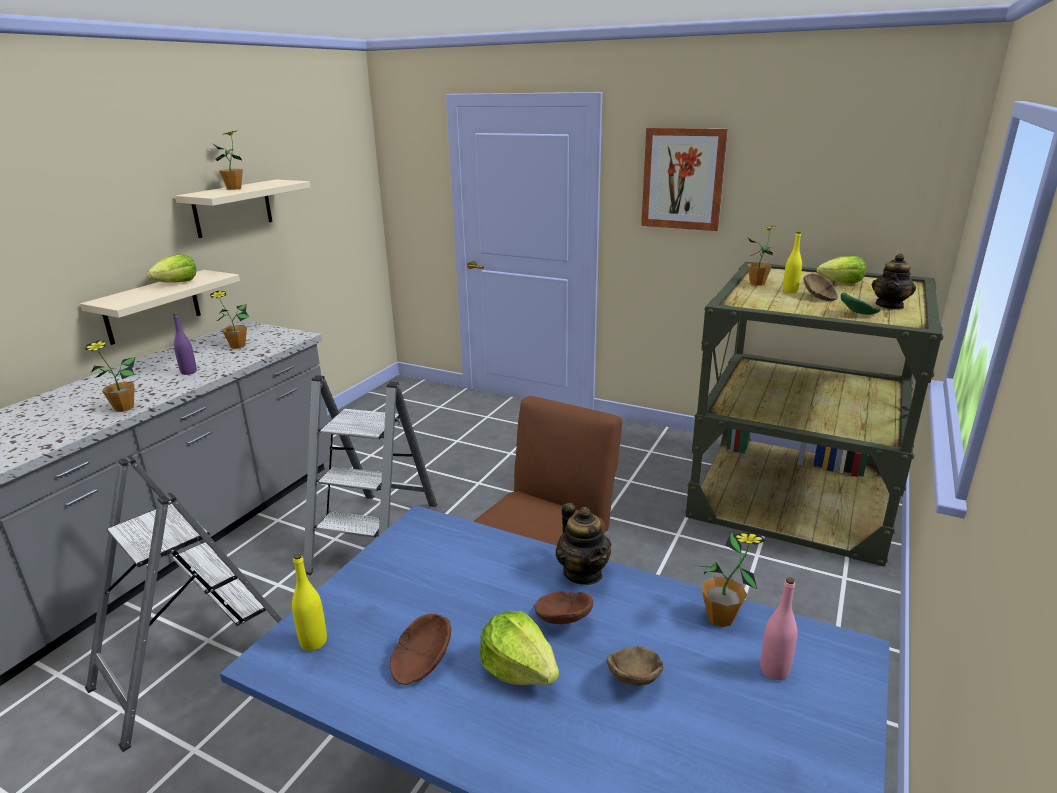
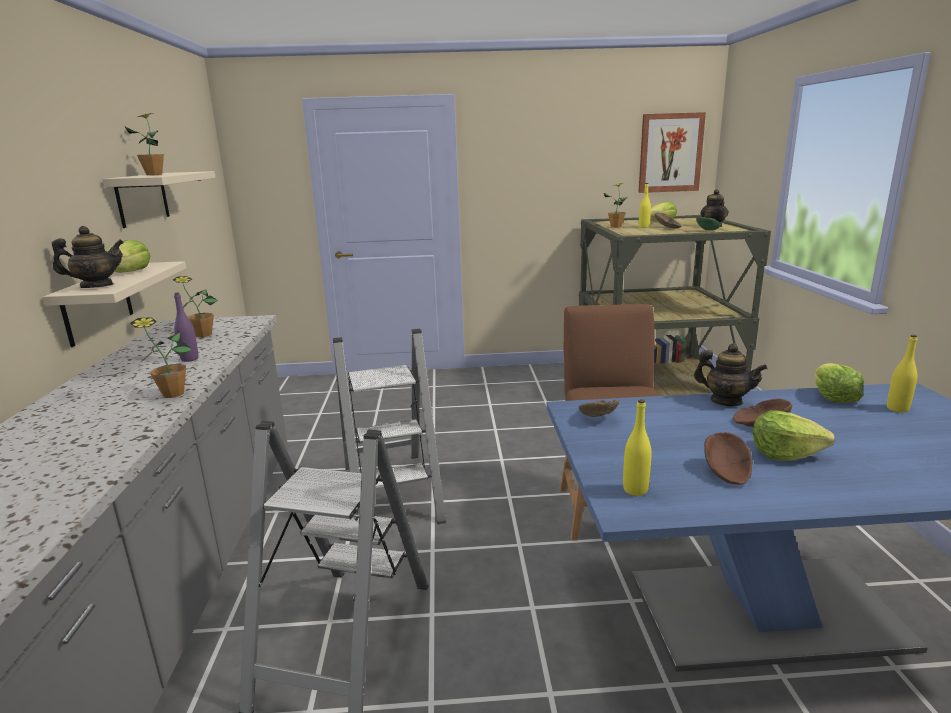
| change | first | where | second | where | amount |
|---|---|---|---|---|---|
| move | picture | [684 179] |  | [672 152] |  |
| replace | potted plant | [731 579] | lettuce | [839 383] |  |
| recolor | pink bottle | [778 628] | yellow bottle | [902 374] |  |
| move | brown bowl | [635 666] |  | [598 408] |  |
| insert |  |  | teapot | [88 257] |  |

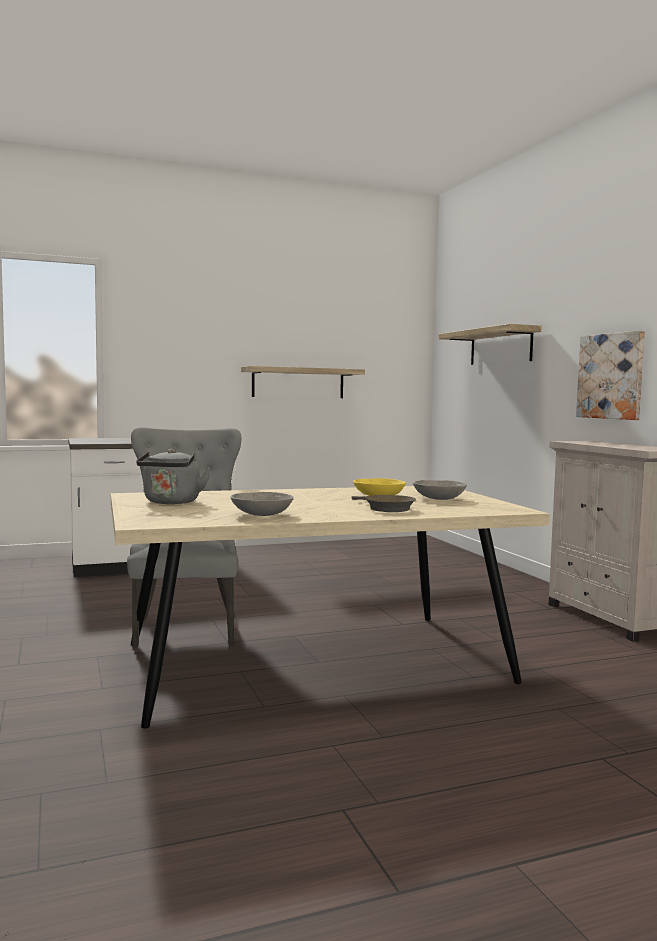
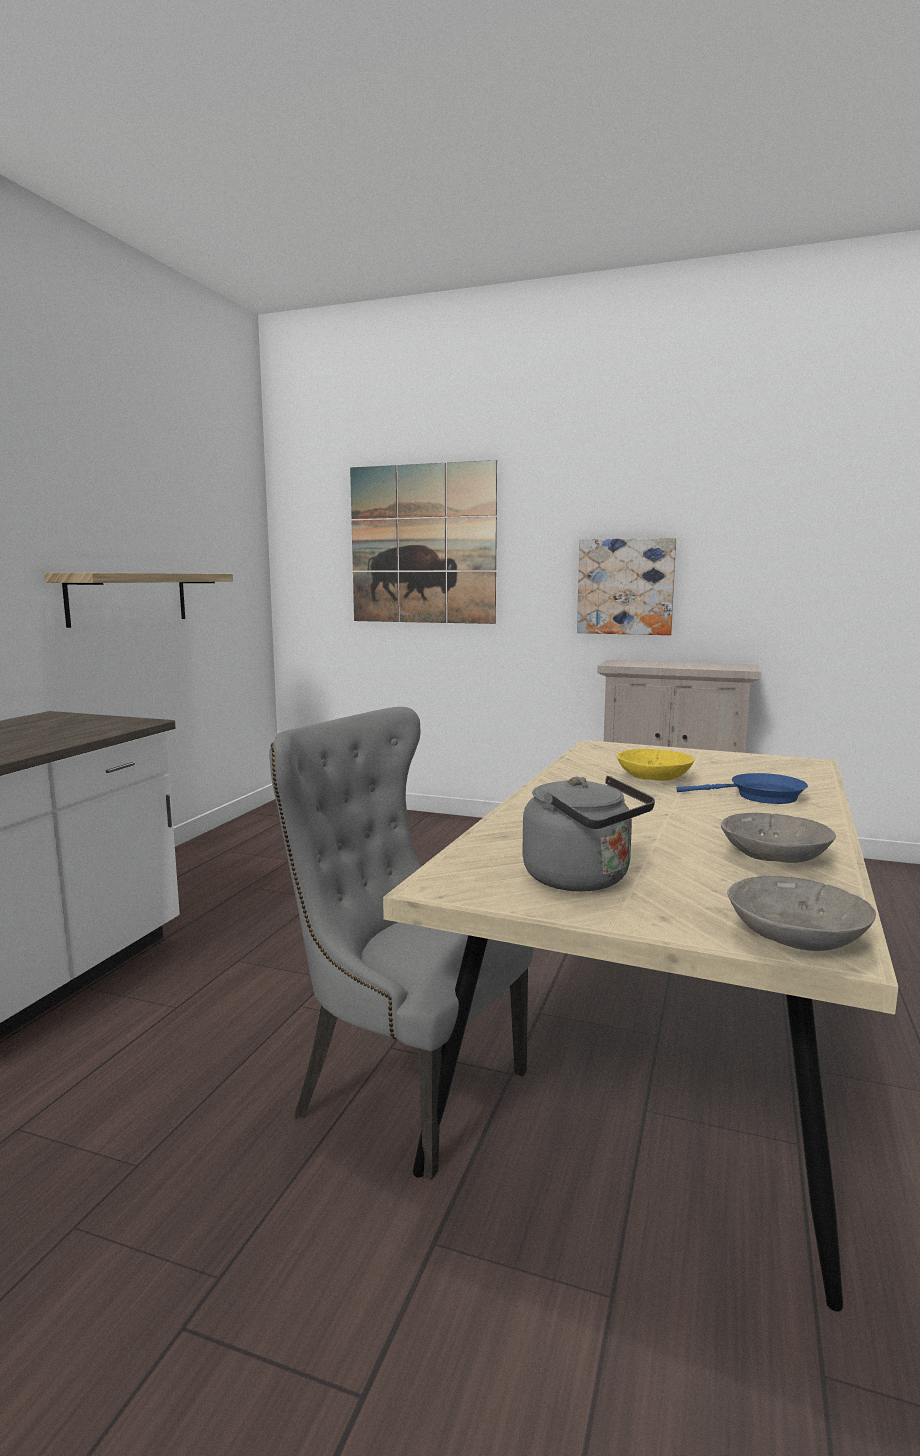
| change | first | where | second | where | amount |
|---|---|---|---|---|---|
| replace | shelf | [490 344] | picture | [423 542] |  |
| move | grey bowl | [440 490] |  | [801 913] |  |
| recolor | brown frying pan | [383 503] | blue frying pan | [742 788] |  |

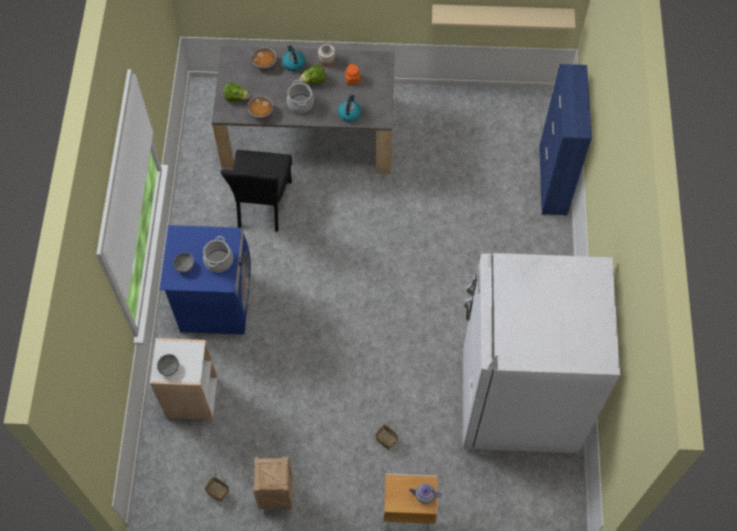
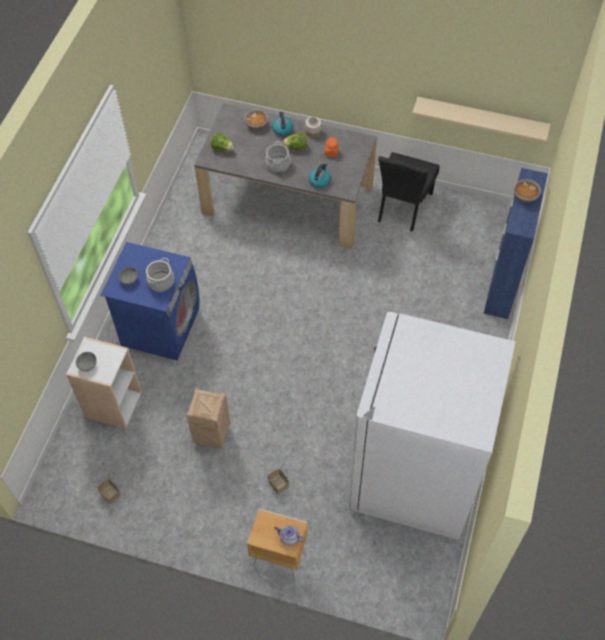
| change | first | where | second | where | amount |
|---|---|---|---|---|---|
| move | bowl | [260 107] |  | [527 191] |  |
| move | black chair | [256 191] |  | [409 192] |  |
| move | crate | [273 483] |  | [208 418] |  |

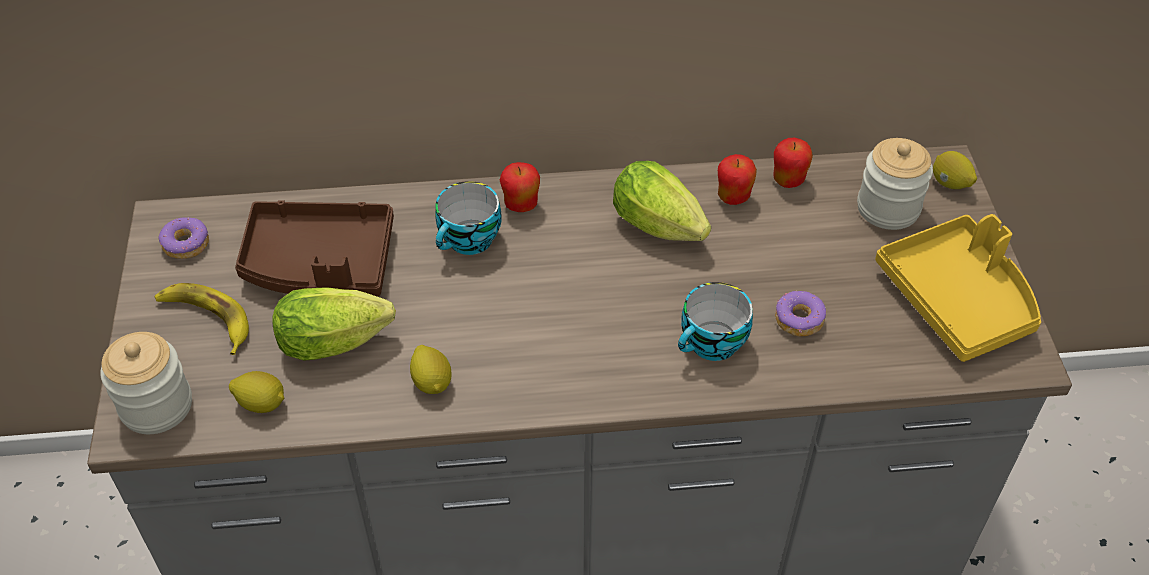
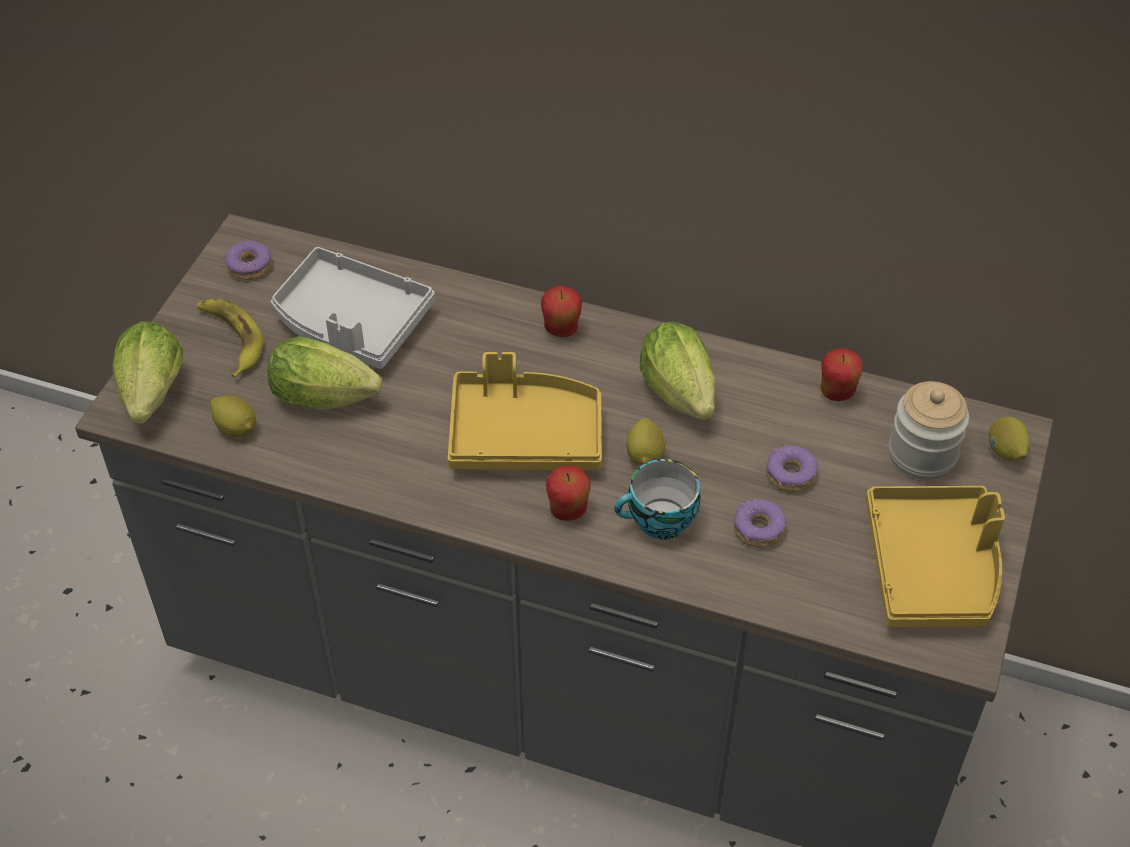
| change | first | where | second | where | amount |
|---|---|---|---|---|---|
| move | apple | [737 179] |  | [568 493] |  |
| delete | cup | [468 218] |  |  |  |
| recolor | brown tray | [314 248] | grey tray | [353 308] |  |
| replace | jar | [146 383] | lettuce | [148 372] |  |
| move | lemon | [431 369] |  | [646 442] |  |
| insert |  |  | yellow tray | [525 411] |  |
| insert |  |  | donut | [792 468] |  |

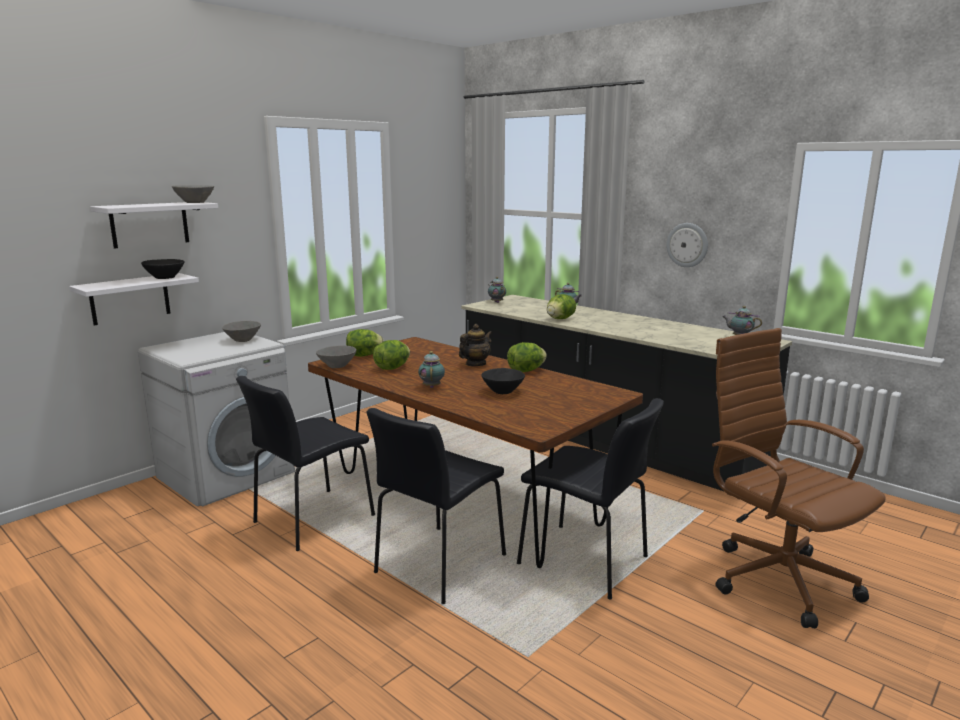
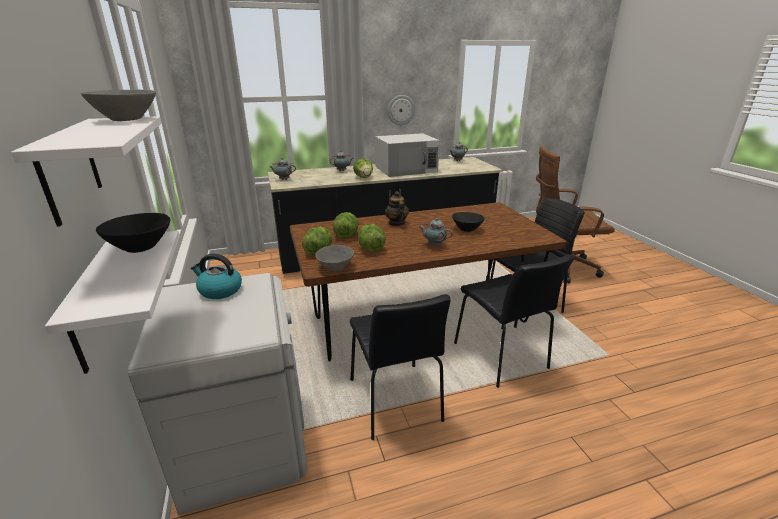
| change | first | where | second | where | amount |
|---|---|---|---|---|---|
| replace | grey bowl | [241 331] | kettle | [216 276] |  |
| move | lettuce | [527 357] |  | [345 225] |  |
| insert |  |  | white microwave | [407 155] |  |

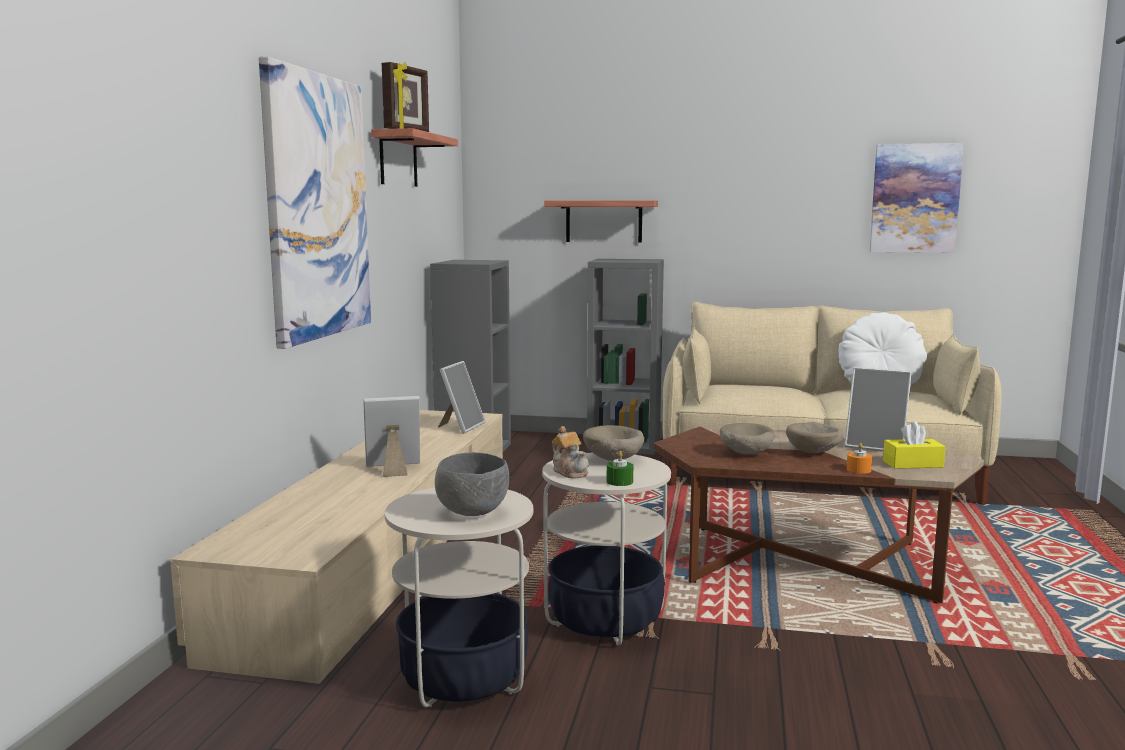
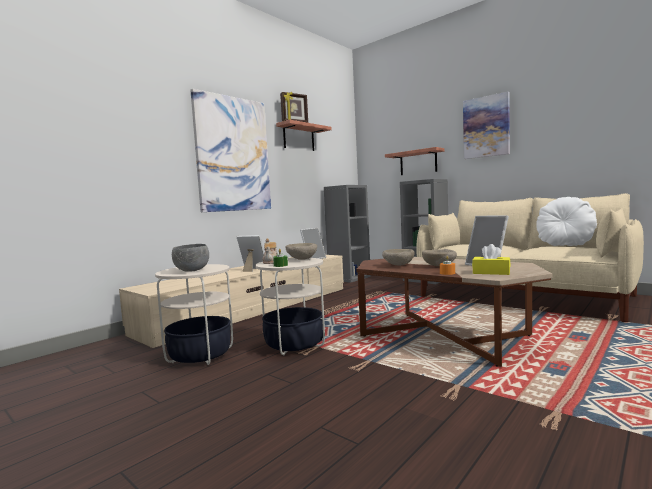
| change | first | where | second | where | amount |
|---|---|---|---|---|---|
| move | picture | [917 198] |  | [486 125] |  |

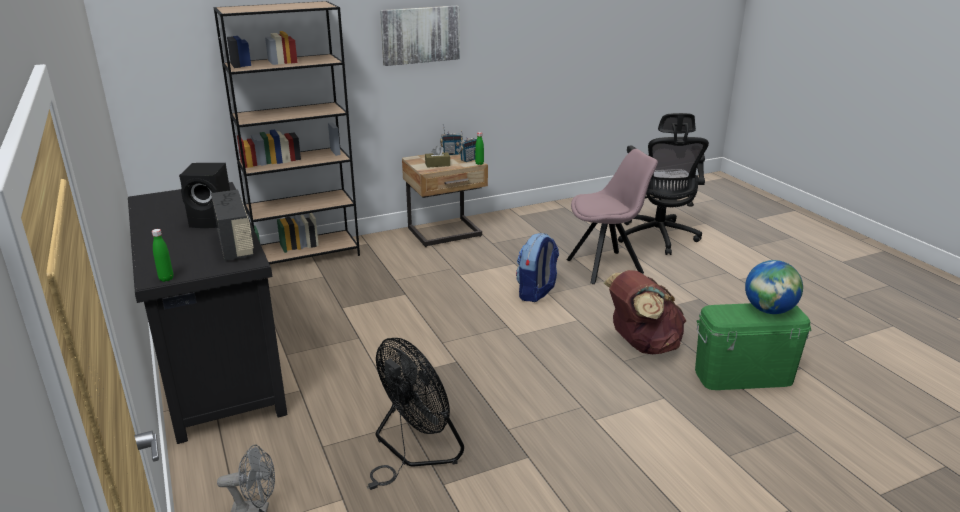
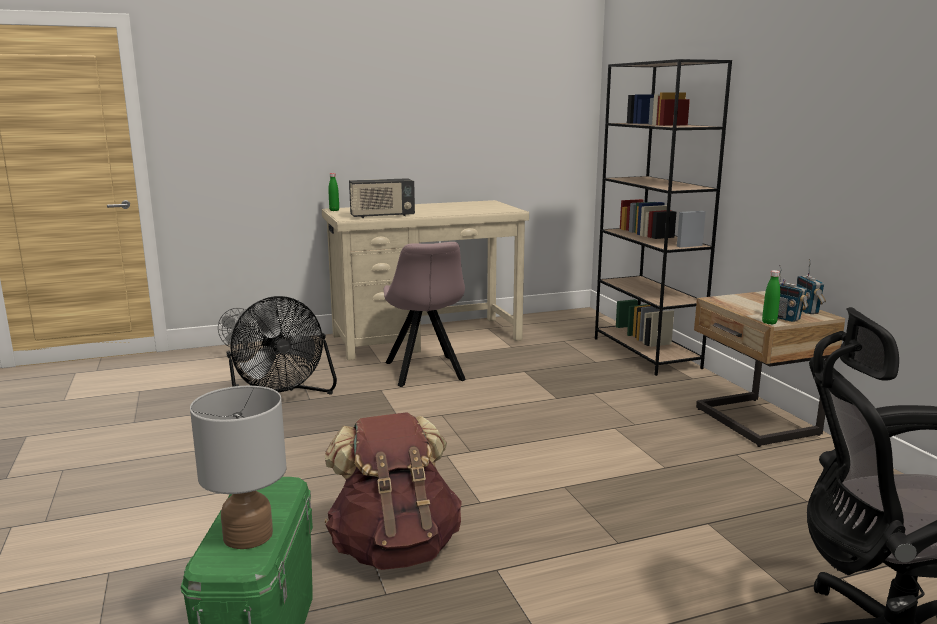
| change | first | where | second | where | amount |
|---|---|---|---|---|---|
| delete | picture | [420 36] |  |  |  |
| delete | brown tissue box | [437 157] |  |  |  |
| move | pink chair | [612 216] |  | [424 314] |  |
| delete | black speaker | [204 195] |  |  |  |
| recolor | black desk | [207 313] | beige desk | [425 280] |  |
| delete | backpack | [537 267] |  |  |  |
| replace | globe | [774 287] | grey table lamp | [238 467] |  |

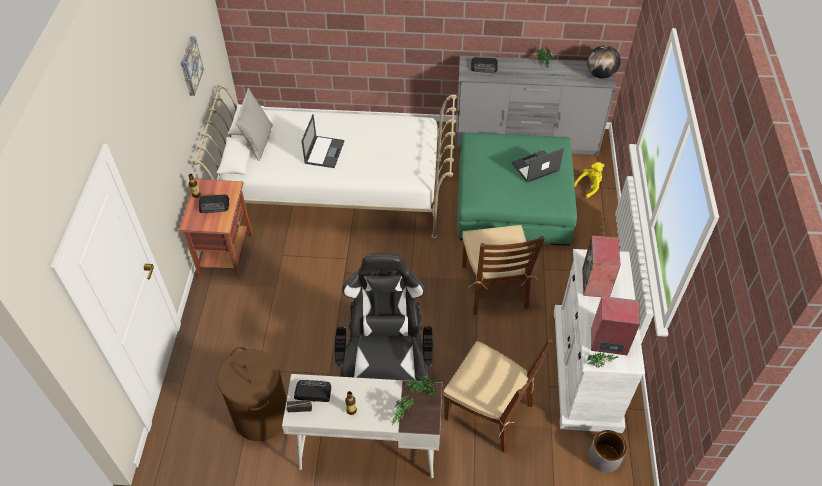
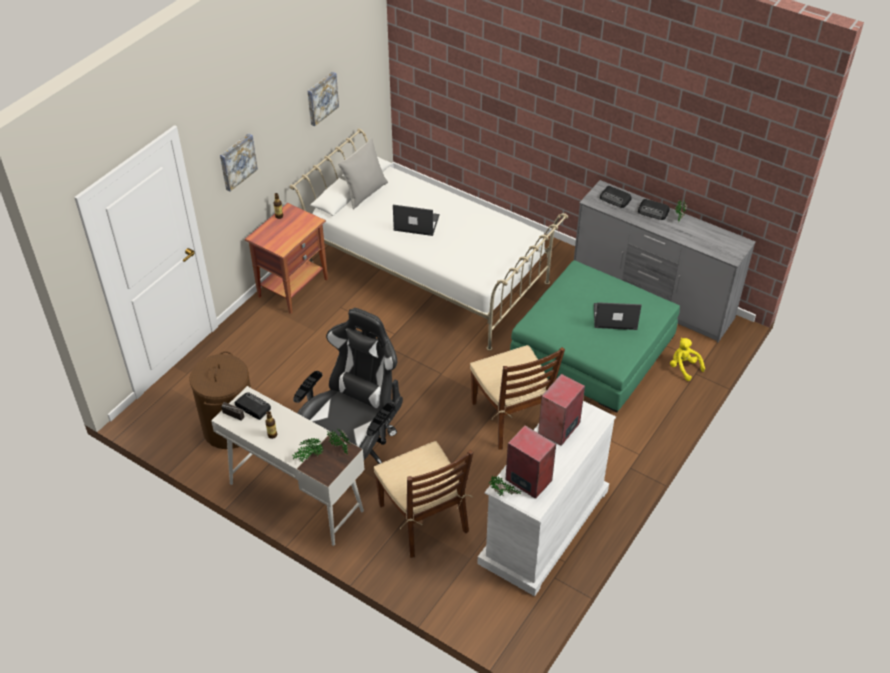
| change | first | where | second | where | amount |
|---|---|---|---|---|---|
| delete | globe | [604 62] |  |  |  |
| rotate | laptop | [323 141] |  | [416 220] | 120 degrees counterclockwise |
| rotate | yellow plush toy | [589 180] |  | [687 359] | 120 degrees counterclockwise |
| move | radio | [214 204] |  | [654 209] |  |
| rotate | brown chair | [503 270] |  | [517 397] | 45 degrees counterclockwise |
| delete | grey planter | [607 451] |  |  |  |
| insert |  |  | picture | [239 162] |  |

